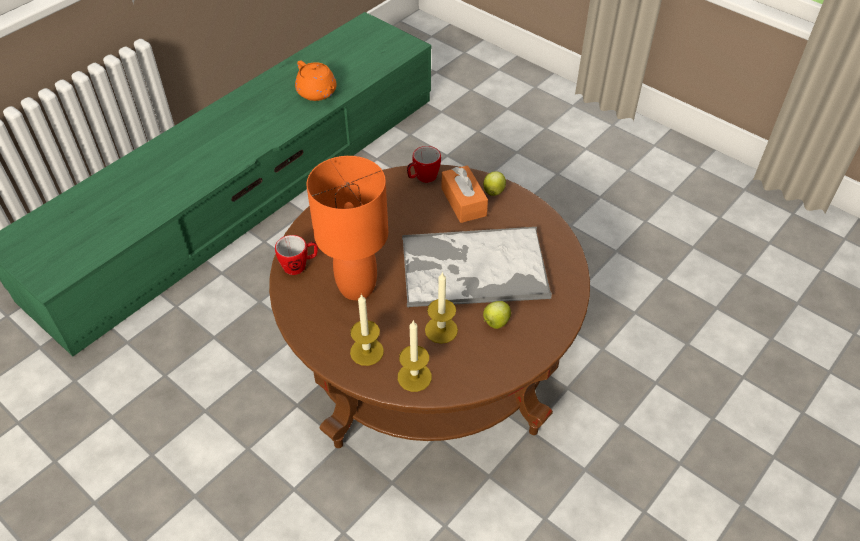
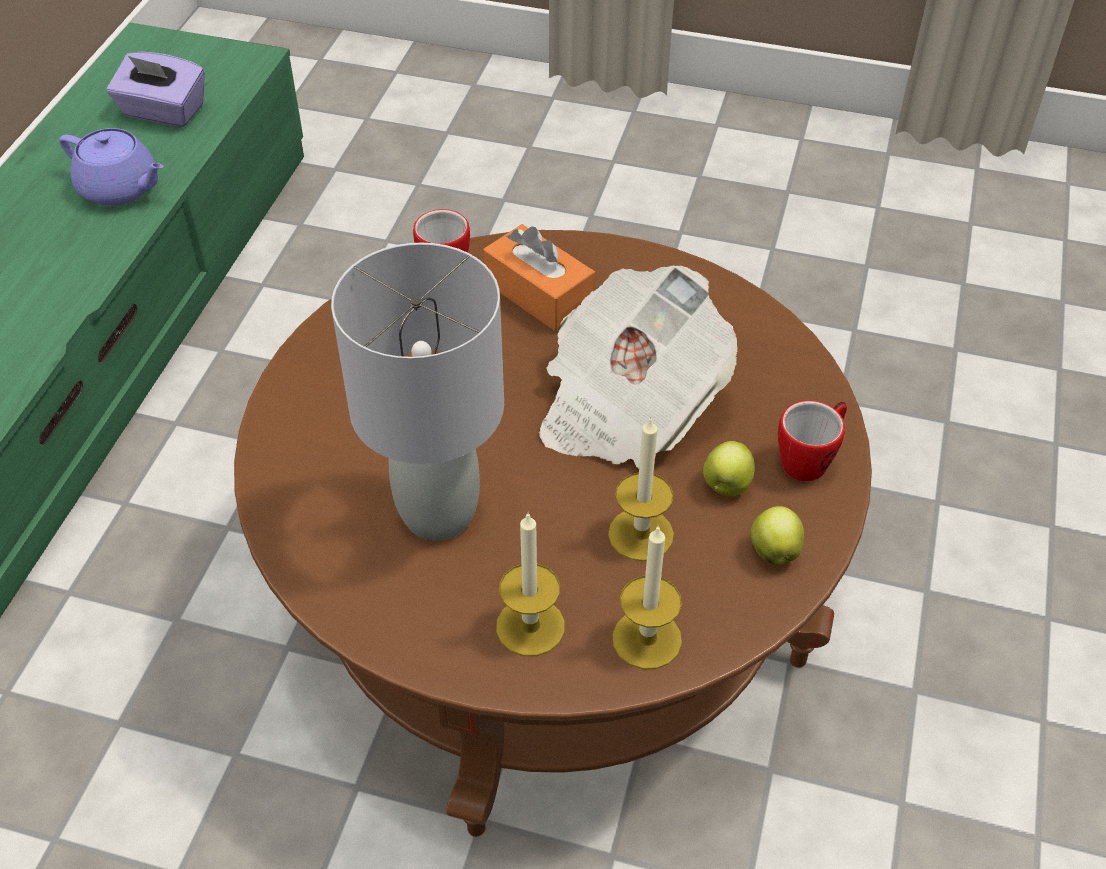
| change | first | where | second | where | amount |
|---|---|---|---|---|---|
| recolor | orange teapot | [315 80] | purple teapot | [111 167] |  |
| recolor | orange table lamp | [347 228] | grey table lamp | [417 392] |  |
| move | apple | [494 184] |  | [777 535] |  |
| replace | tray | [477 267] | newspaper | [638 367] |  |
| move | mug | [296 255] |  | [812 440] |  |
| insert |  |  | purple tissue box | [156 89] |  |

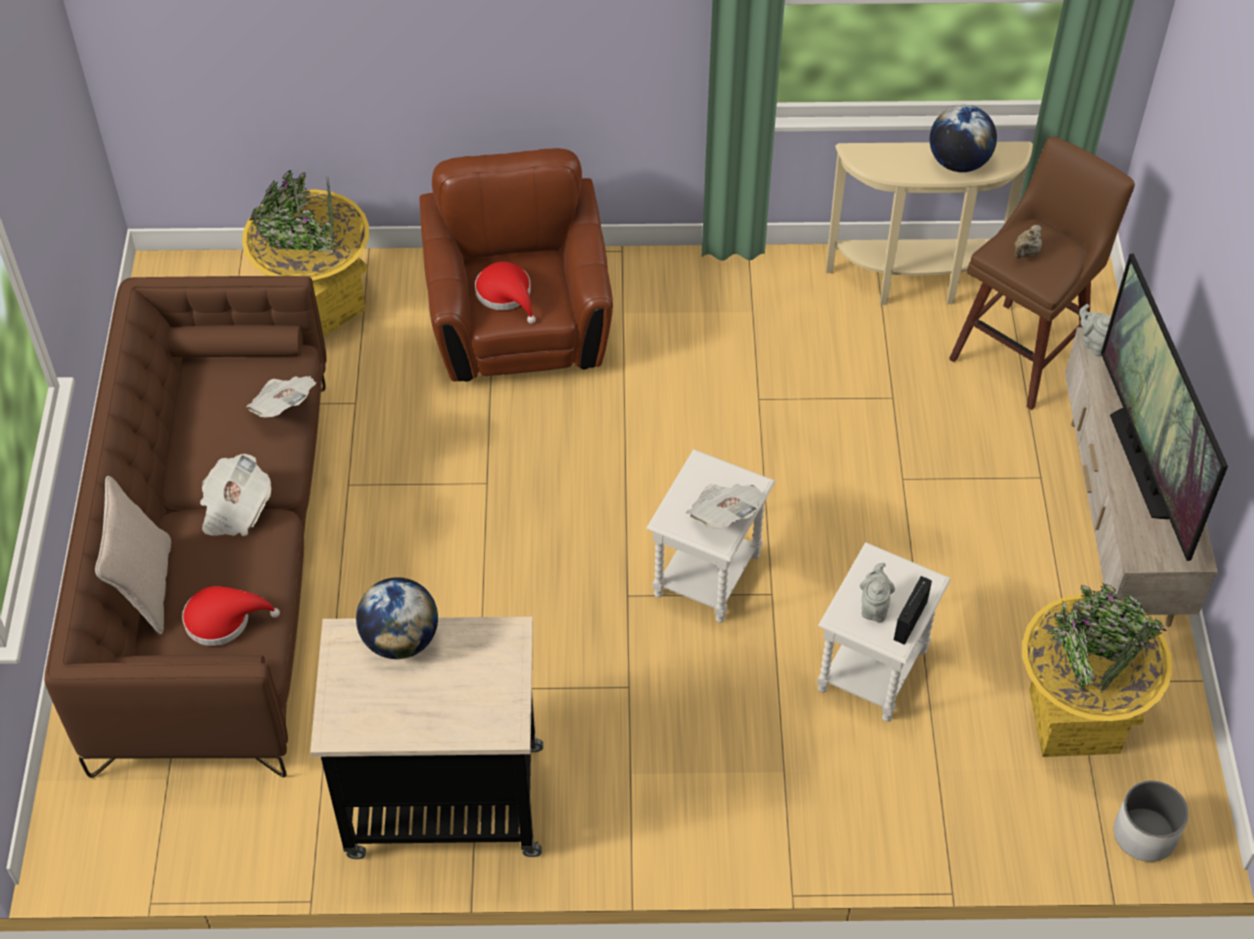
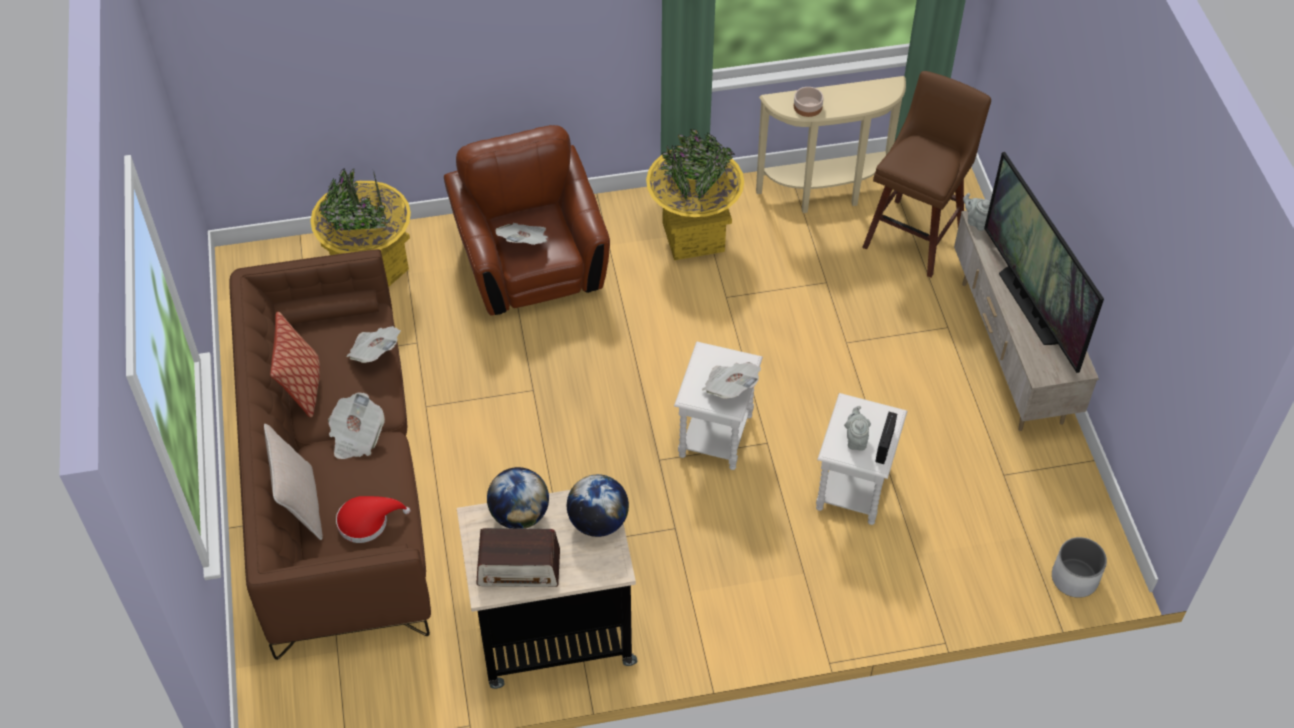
| change | first | where | second | where | amount |
|---|---|---|---|---|---|
| move | globe | [963 138] |  | [598 505] |  |
| delete | beige teapot | [1028 241] |  |  |  |
| replace | red hat | [505 293] | newspaper | [522 234] |  |
| move | yellow planter | [1097 670] |  | [695 194] |  |
| insert |  |  | bowl | [809 102] |  |
| insert |  |  | pillow | [295 364] |  |
| insert |  |  | radio | [518 557] |  |

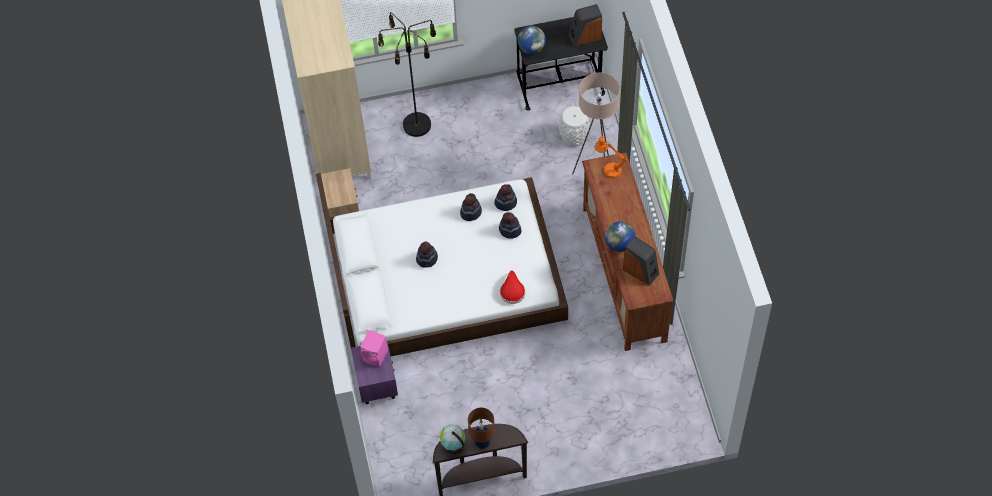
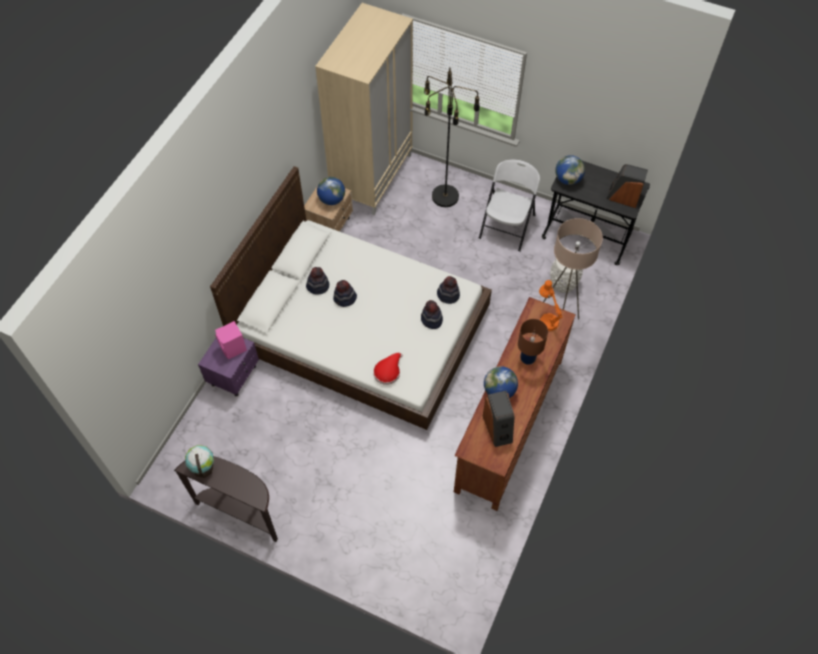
| change | first | where | second | where | amount |
|---|---|---|---|---|---|
| move | hat | [471 207] |  | [317 281] |  |
| move | brown table lamp | [481 428] |  | [533 342] |  |
| insert |  |  | white chair | [509 205] |  |
| insert |  |  | globe | [331 191] |  |

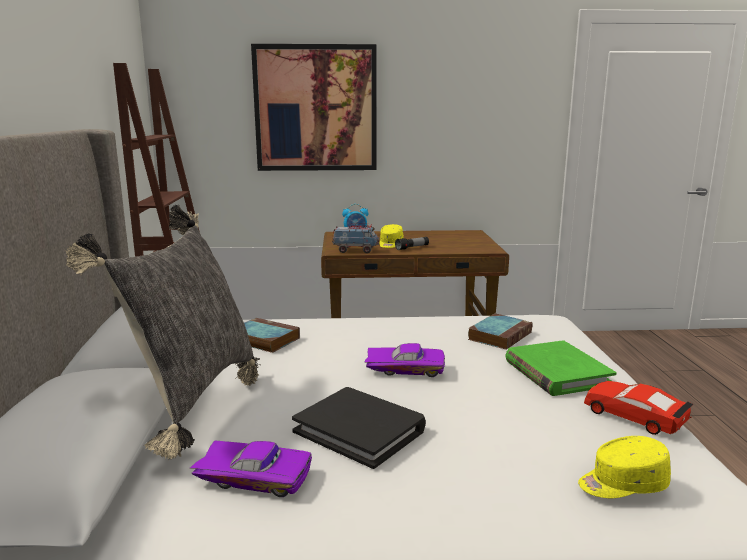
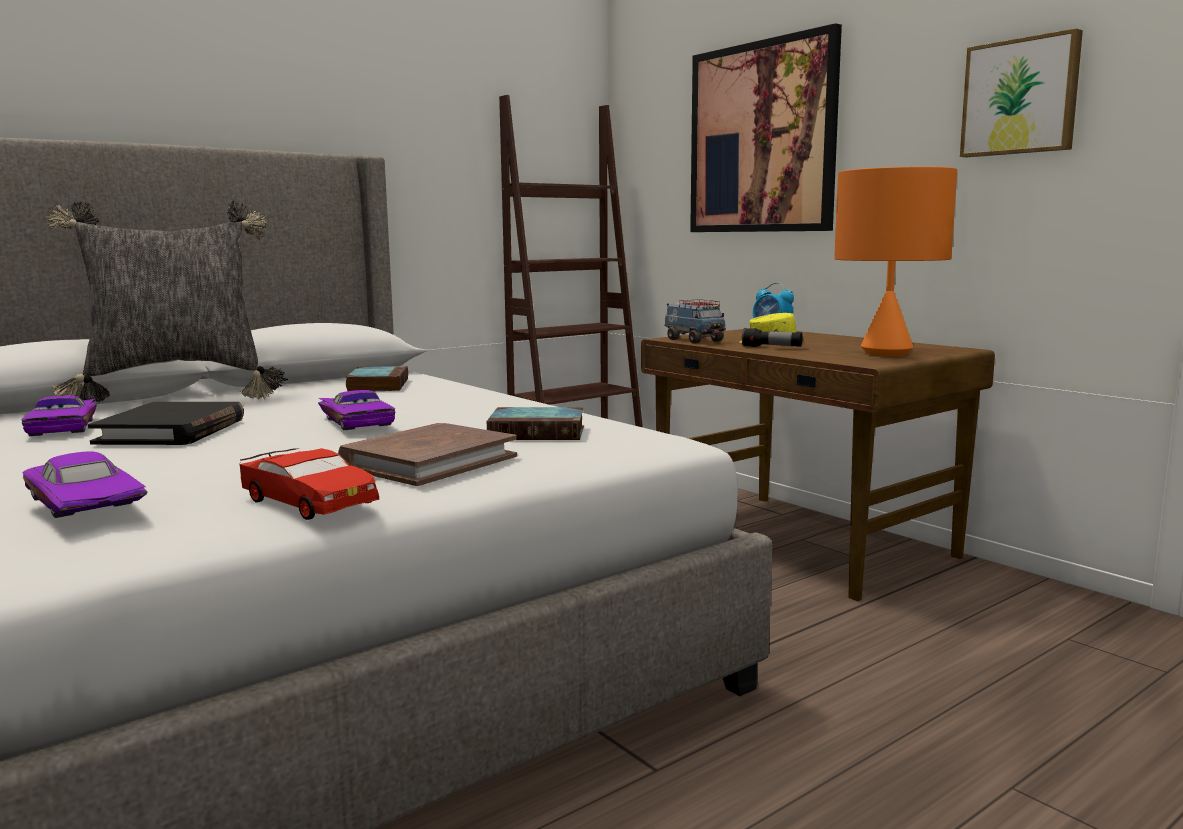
| change | first | where | second | where | amount |
|---|---|---|---|---|---|
| recolor | green book | [561 368] | brown book | [427 454] |  |
| rotate | red toy car | [639 408] |  | [309 484] | 120 degrees clockwise |
| replace | yellow cap | [624 467] | purple toy car | [85 484] |  |
| insert |  |  | picture | [1021 92] |  |
| insert |  |  | orange table lamp | [896 261] |  |

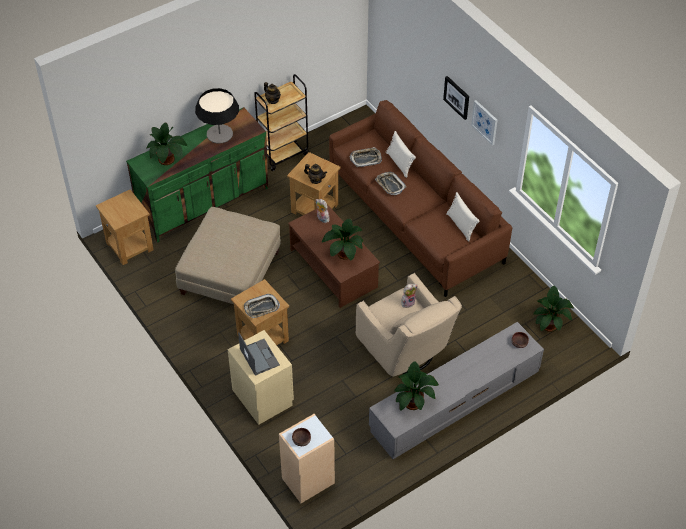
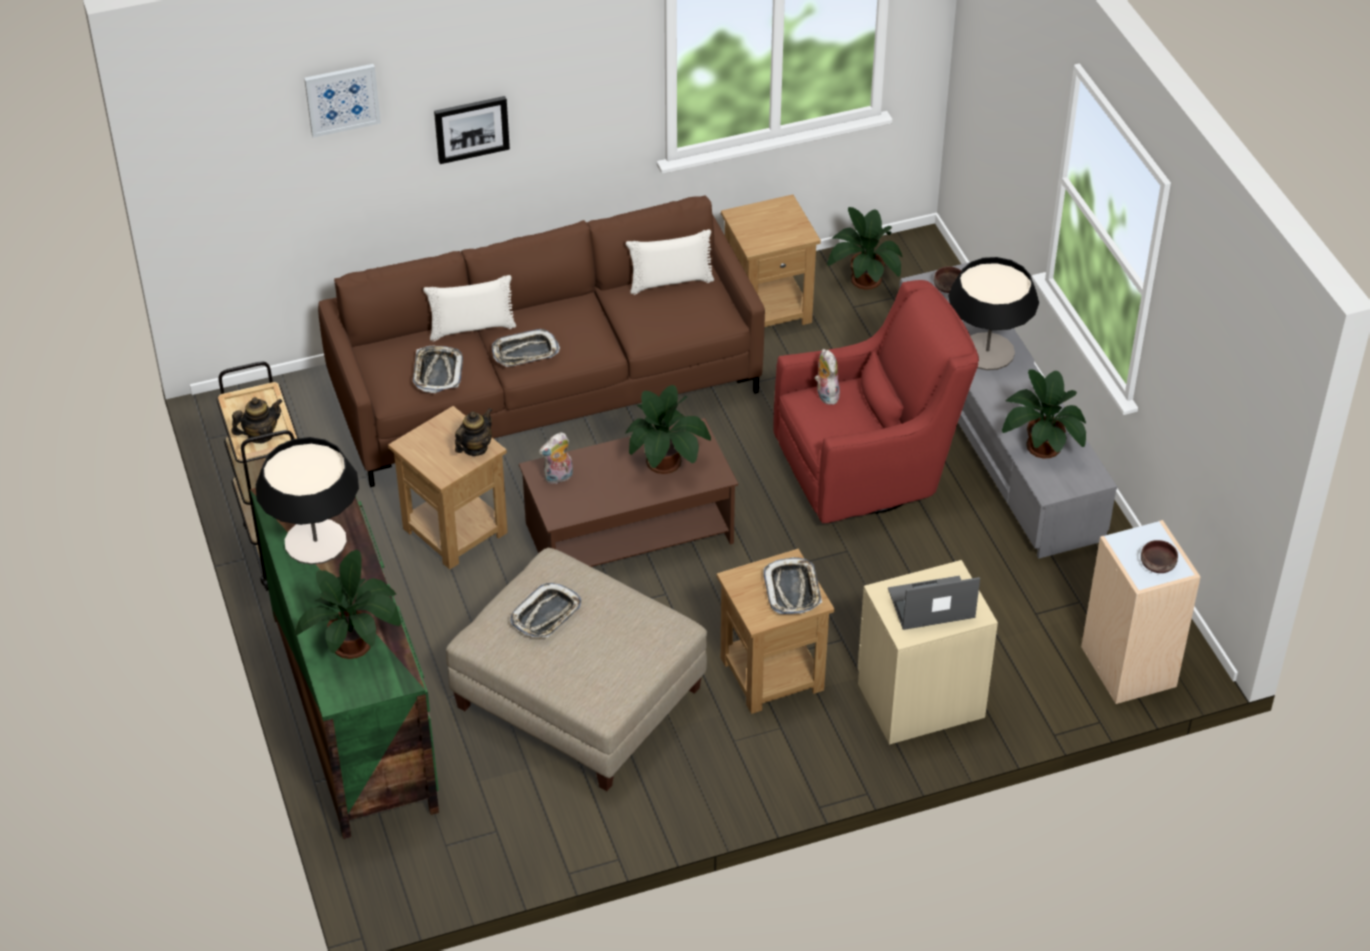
| change | first | where | second | where | amount |
|---|---|---|---|---|---|
| move | picture | [484 122] |  | [342 101] |  |
| move | brown side table | [125 227] |  | [771 260] |  |
| recolor | beige armchair | [409 325] | red armchair | [876 401] |  |
| insert |  |  | table lamp | [993 313] |  |
| insert |  |  | tray | [546 610] |  |

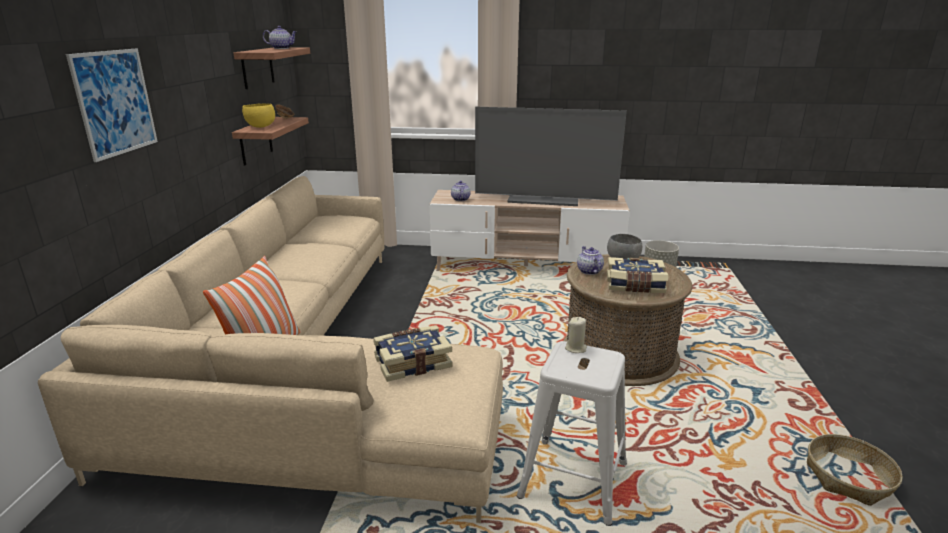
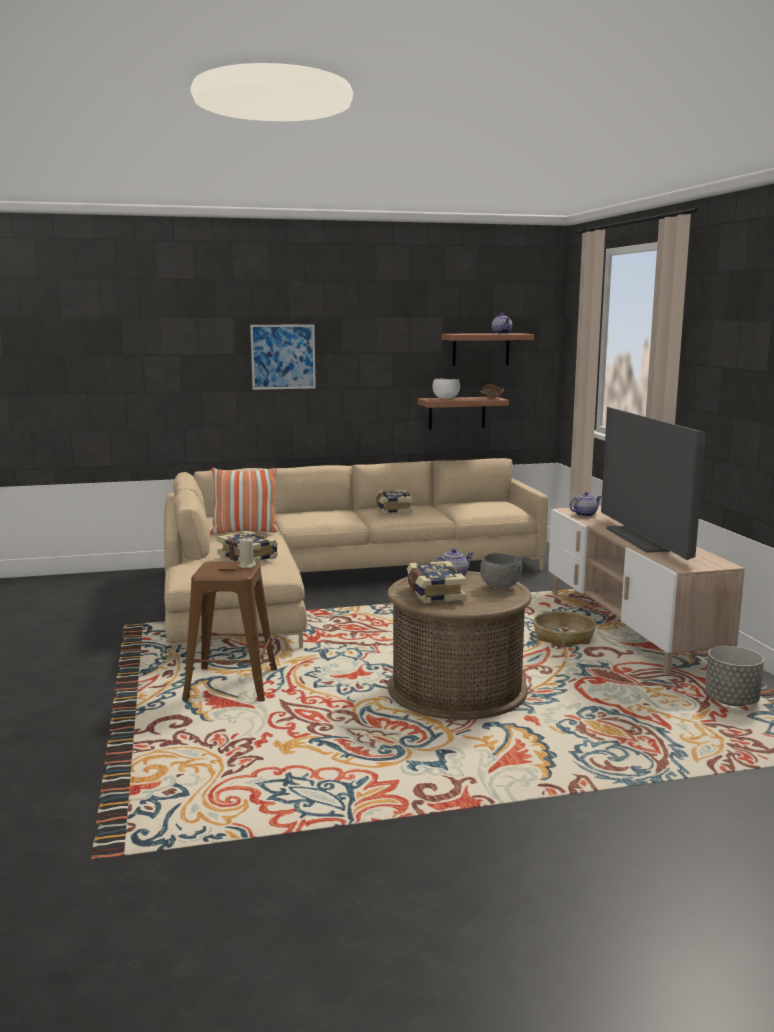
| change | first | where | second | where | amount |
|---|---|---|---|---|---|
| recolor | yellow bowl | [258 115] | white bowl | [446 389] |  |
| recolor | white stool | [572 433] | brown stool | [229 631] |  |
| move | basket | [855 470] |  | [564 629] |  |
| insert |  |  | book | [394 502] |  |

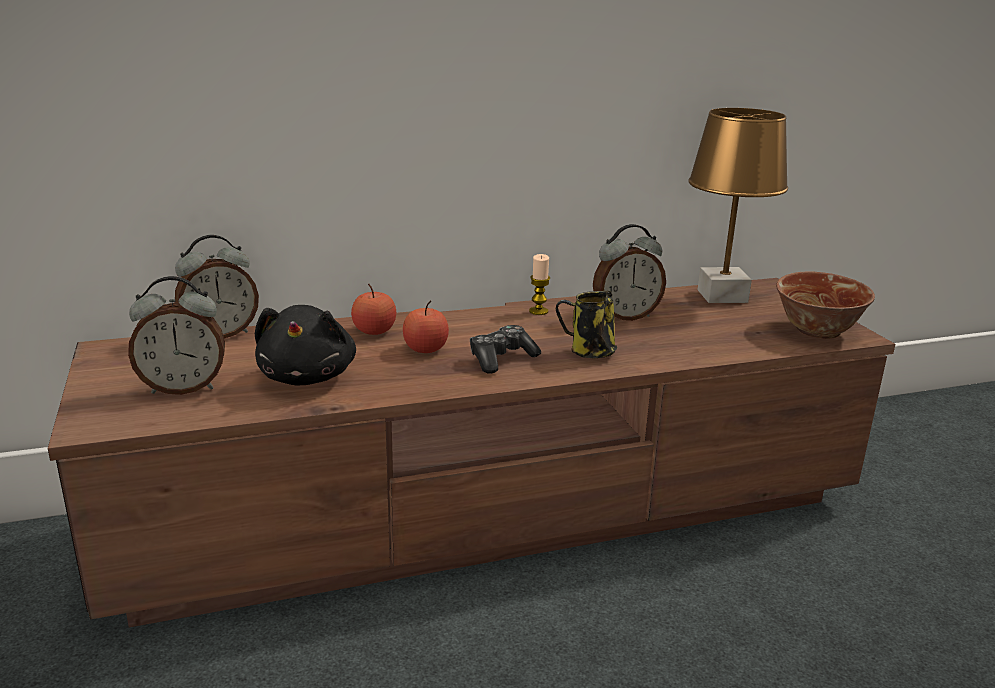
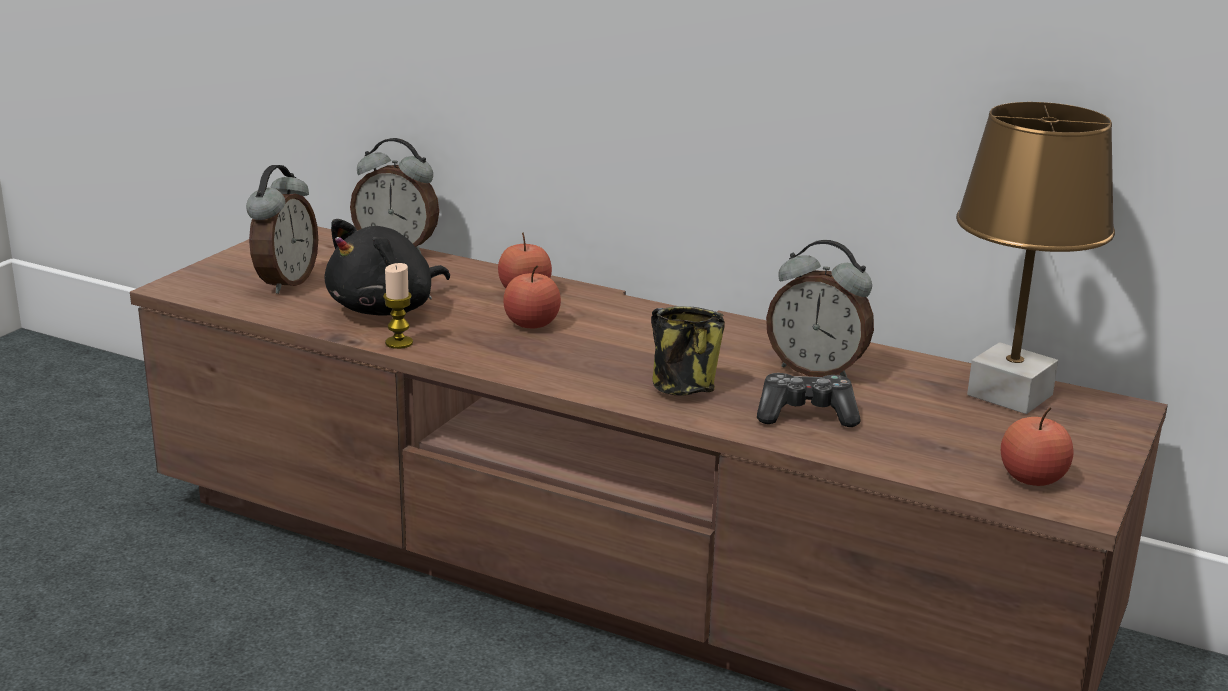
| change | first | where | second | where | amount |
|---|---|---|---|---|---|
| move | candle | [539 284] |  | [398 306] |  |
| replace | bowl | [825 305] | apple | [1037 446] |  |
| rotate | alarm clock | [176 335] |  | [282 229] | 105 degrees counterclockwise |
| move | game controller | [505 349] |  | [809 400] |  |

